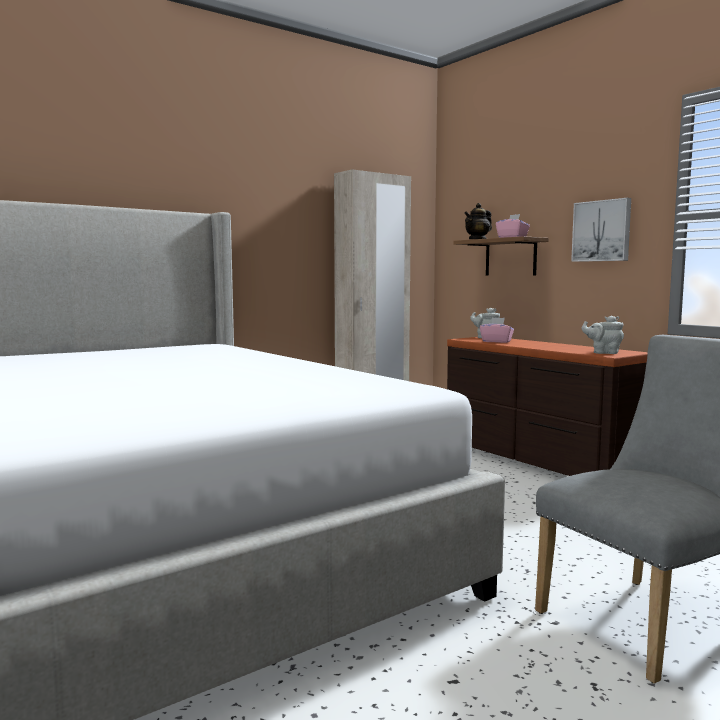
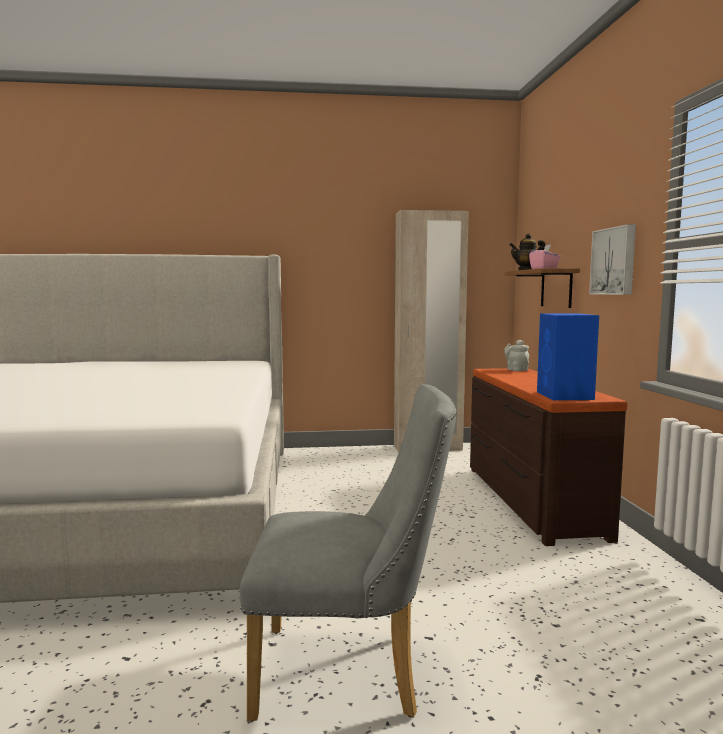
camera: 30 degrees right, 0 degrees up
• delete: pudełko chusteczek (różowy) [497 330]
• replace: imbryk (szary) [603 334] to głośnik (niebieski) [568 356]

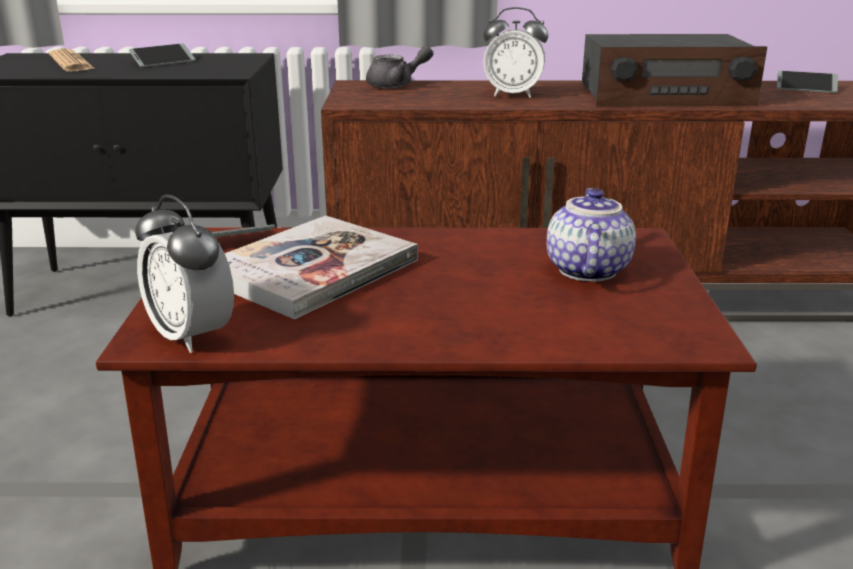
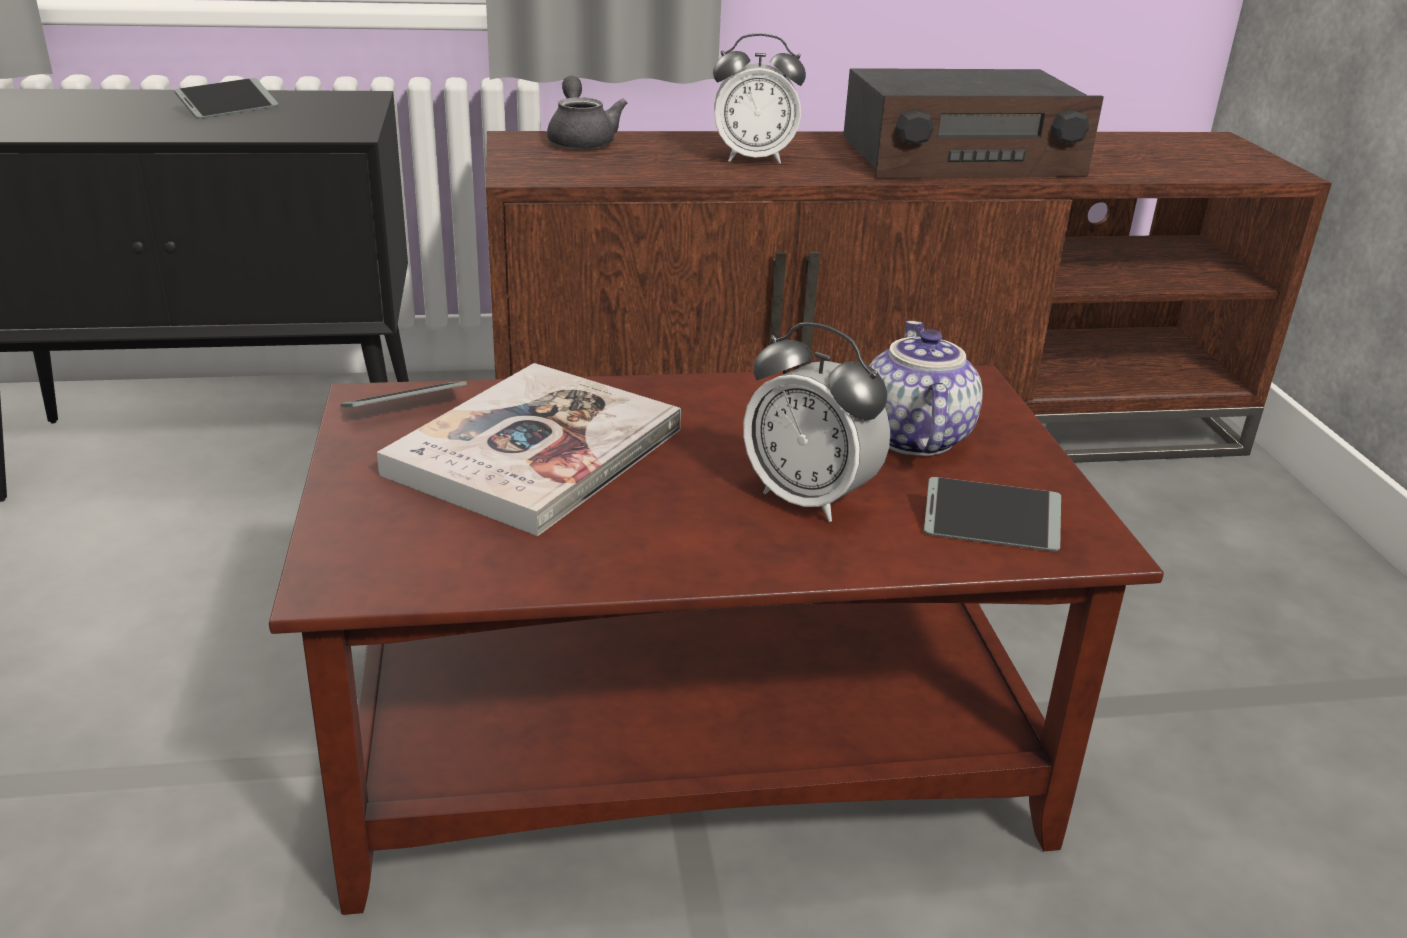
camera: 10 degrees left, 5 degrees up
• delete: gazeta [72 60]
• move: budzik [184 274] to [816 422]
• move: telefon [807 82] to [992 514]
• rotate: imbryk (szary) [399 67] = [587 112] 75 degrees counterclockwise

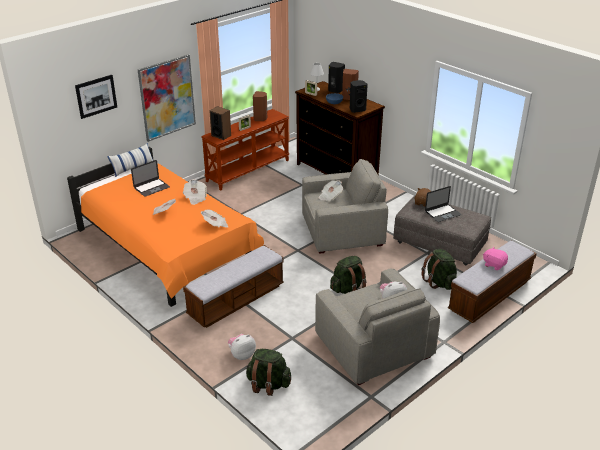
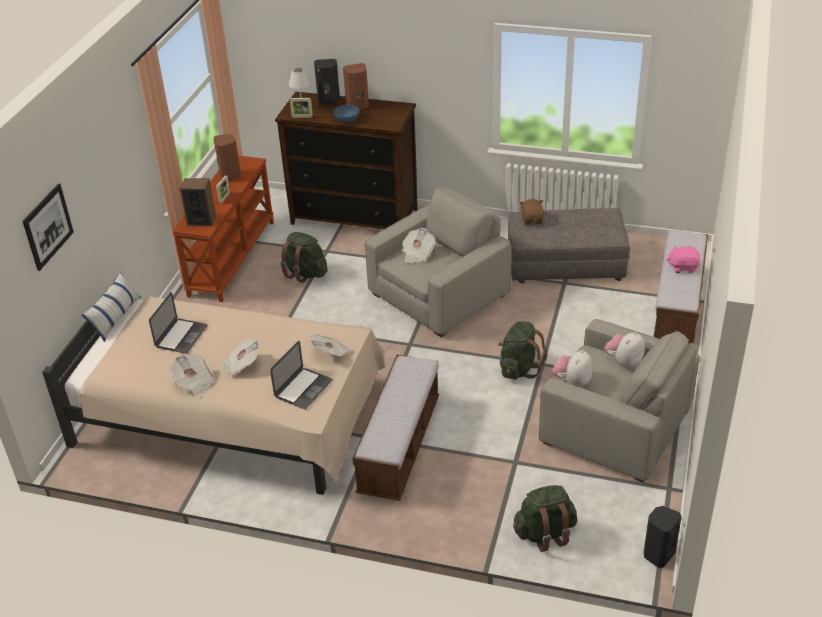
camera: 30 degrees left, 5 degrees up
• delete: obraz [167 98]
• move: gazeta [195 192] to [192 375]
• move: pluszak [242 347] to [572 368]
• move: głośnik (czarny) [359 96] to [663 537]
• move: plecak (zielony) [439 269] to [304 257]
• move: laptop [443 204] to [301 375]
• recolor: łóżko (pomarańczowy) [165 227] to łóżko (beżowy) [213 386]

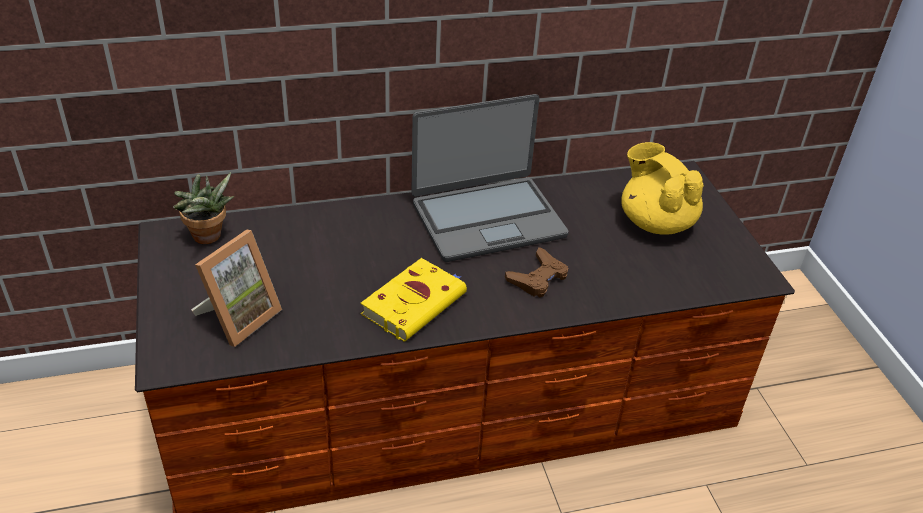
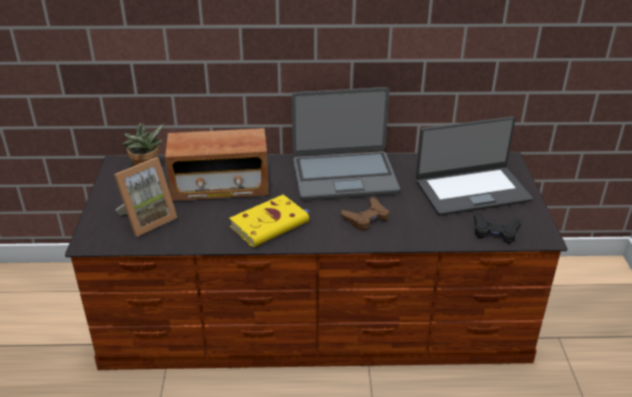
camera: 15 degrees right, 5 degrees down
• insert: radio [217 164]
• insert: pad do gier (czarny) [497 228]
• replace: imbryk (żółty) [662 188] to laptop [474 166]

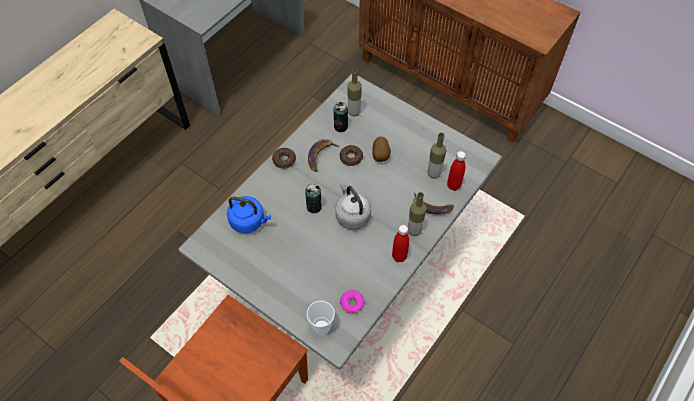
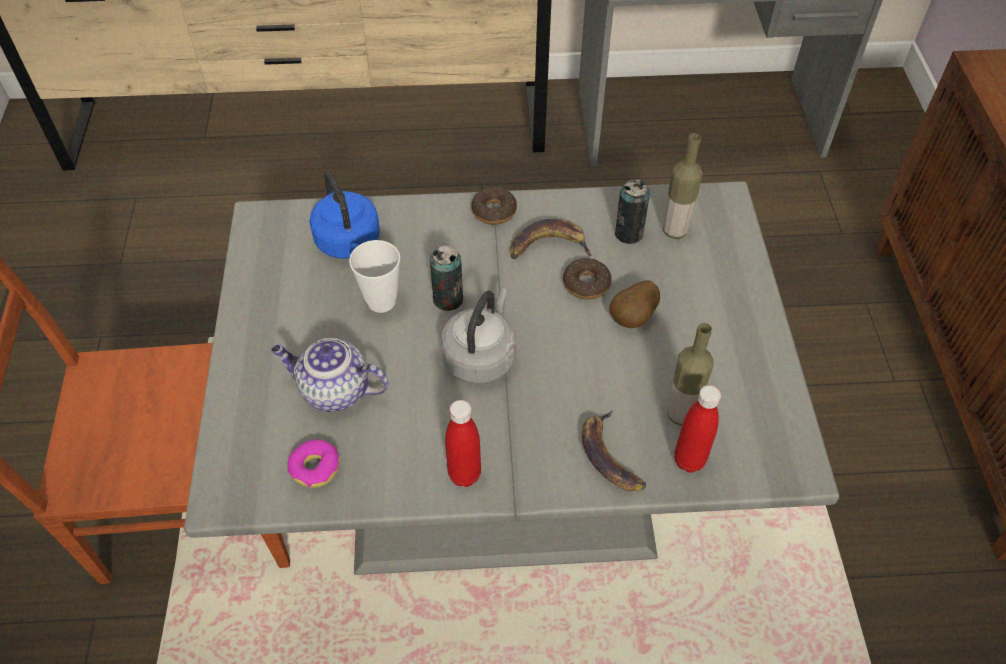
camera: 50 degrees right, 5 degrees down
• delete: butelka [417 214]
• insert: imbryk [329 375]
• move: filiżanka [321 318] to [374 276]

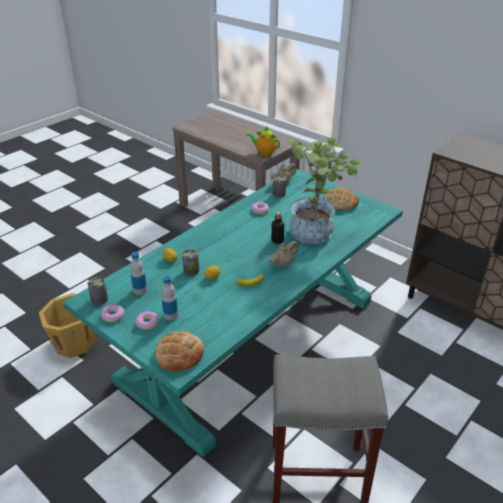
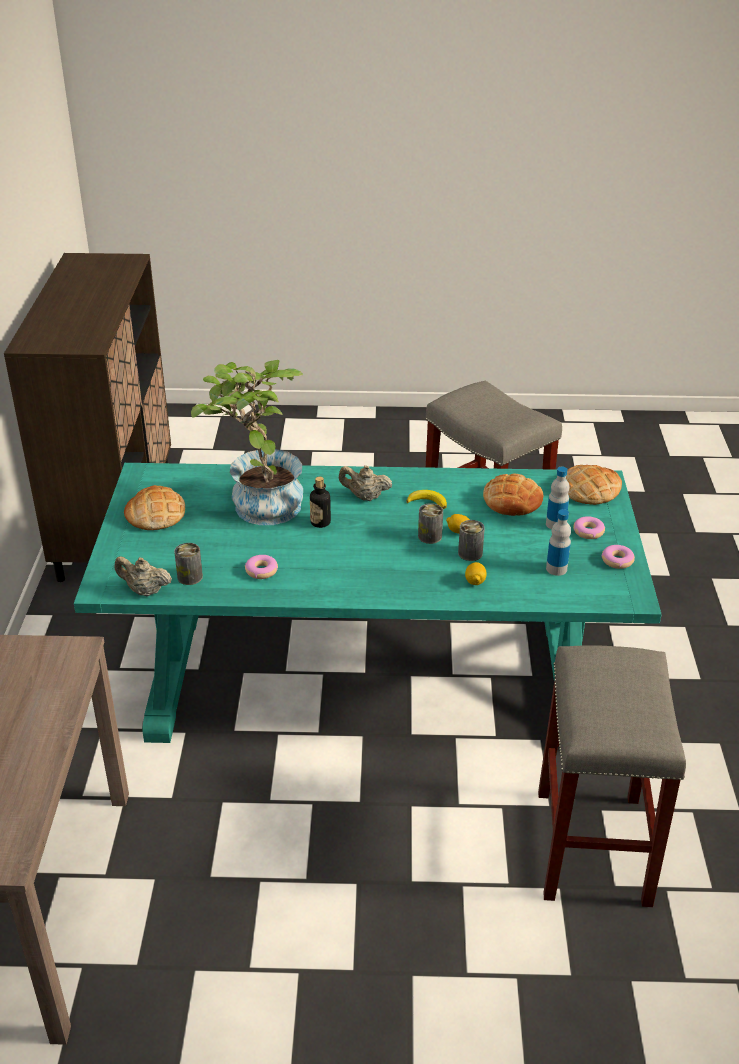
camera: 130 degrees left, 0 degrees up
• delete: imbryk [263 141]
• insert: chleb [513 494]
• move: puszka [97 291] to [430 523]
• replace: wiadro (pomarańczowy) [67 325] to stołek (szary) [612 776]

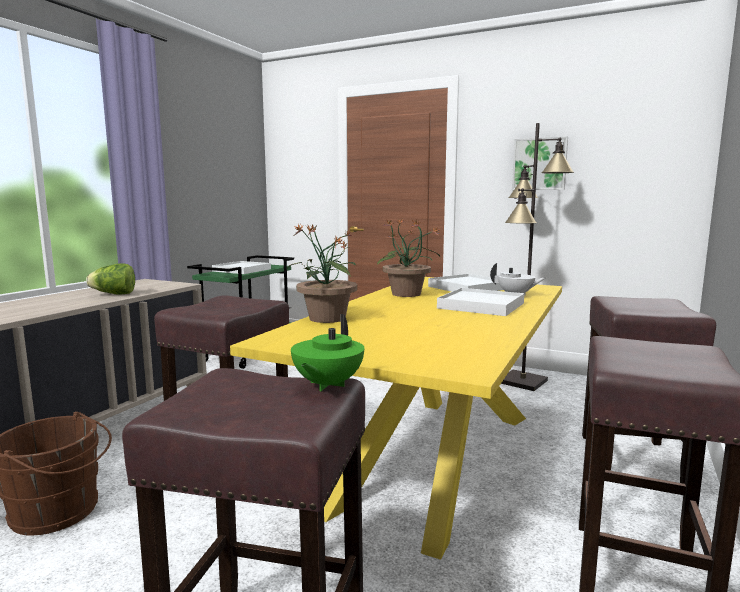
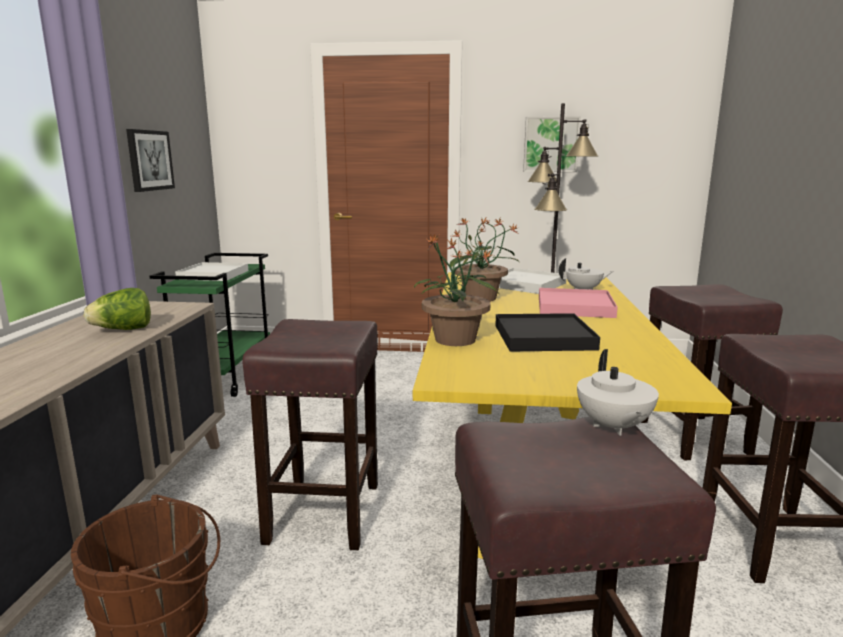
camera: 20 degrees left, 5 degrees up
• insert: obraz [150 160]
• insert: taca (czarny) [547 332]
• recolor: imbryk (zielony) [327 352] to imbryk (biały) [618 392]
• recolor: taca (biały) [480 302] to taca (różowy) [578 303]

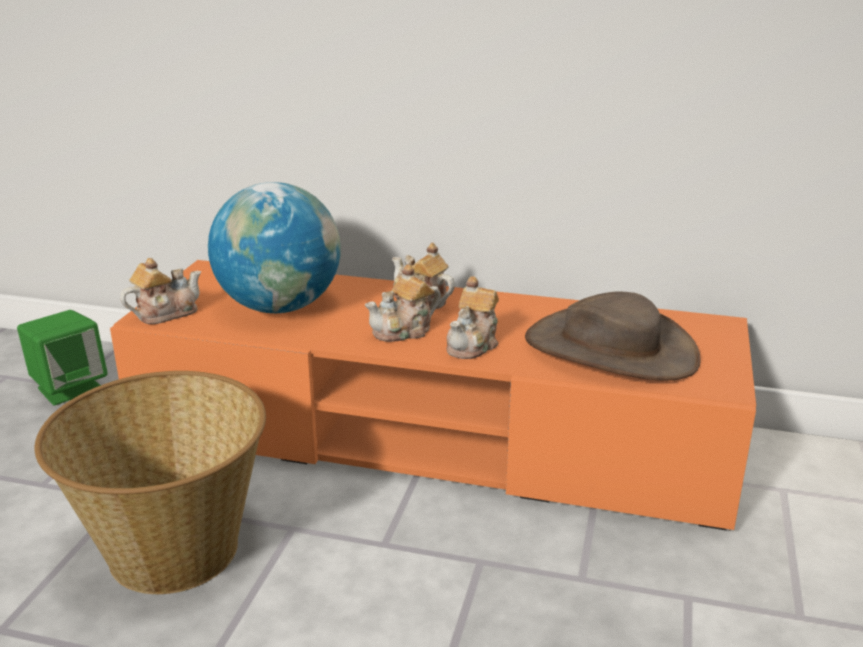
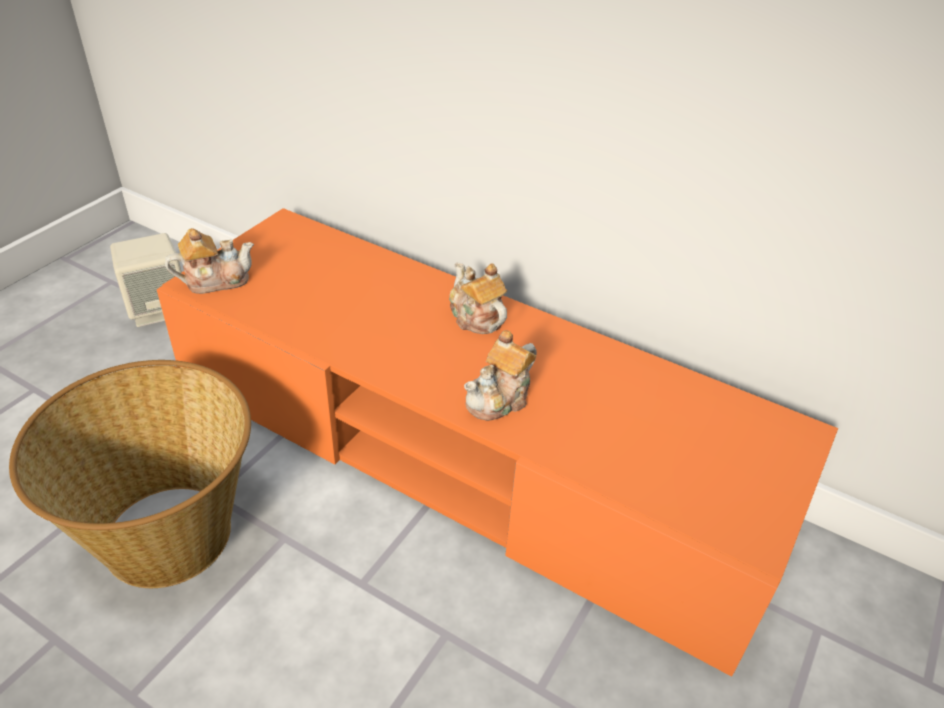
camera: 15 degrees right, 15 degrees up
• delete: globus [274 247]
• delete: imbryk [403 303]
• delete: kapelusz (brązowy) [613 336]
• recolor: głośnik (zielony) [62 358] to głośnik (beżowy) [146 280]

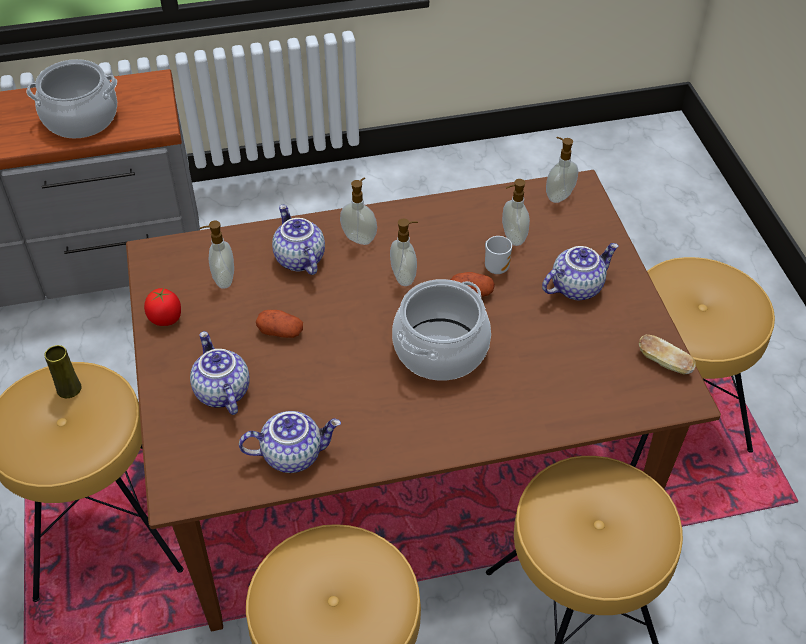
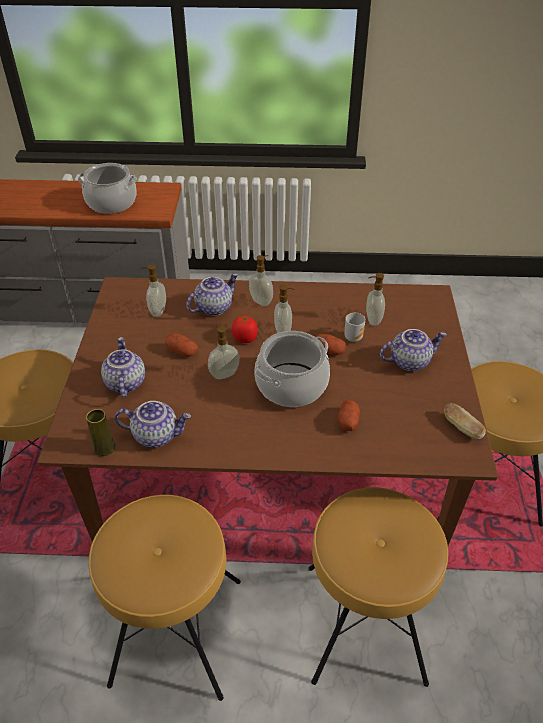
camera: 15 degrees right, 5 degrees down
• insert: ziemniak [349 415]
• move: wazon (żółty) [63 371] to [100 432]
• move: pomidor [162 306] to [245 329]
• move: dozownik mydła [562 170] to [224 351]
• rotate: imbryk [298 240] = [212 294] 60 degrees clockwise

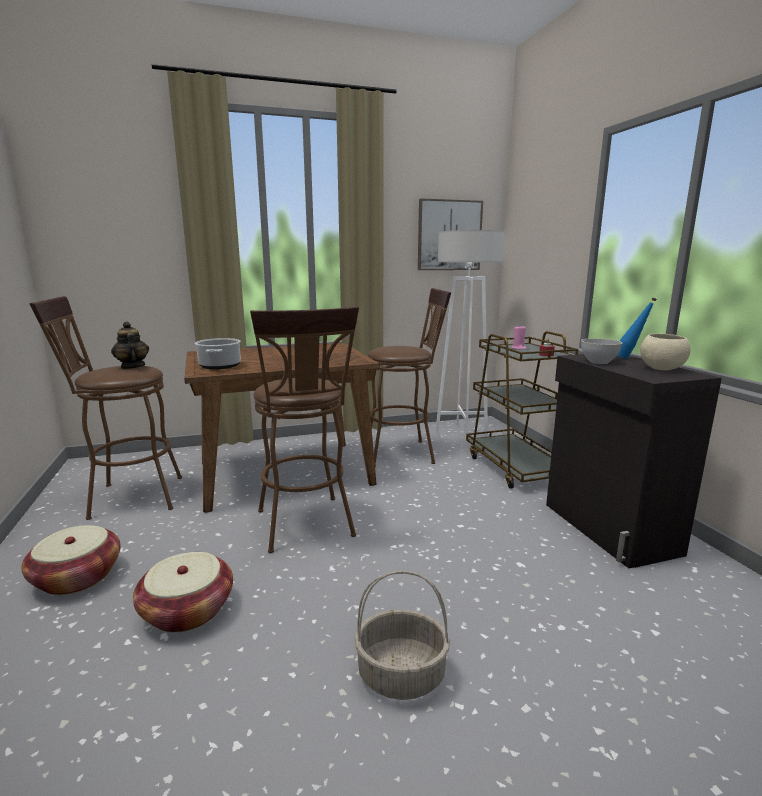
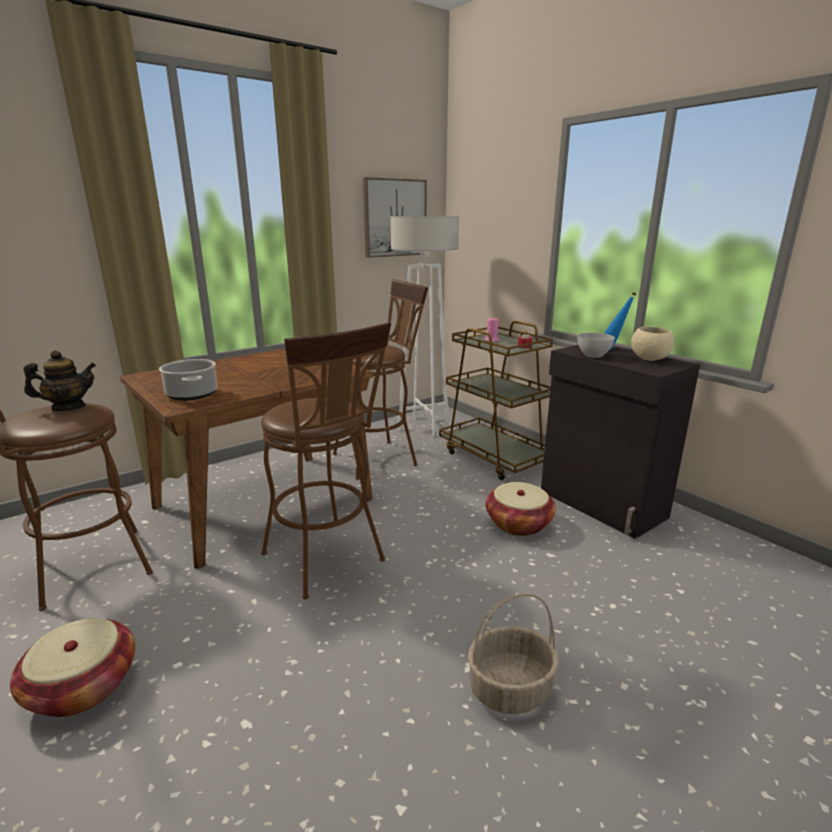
camera: 20 degrees left, 5 degrees up
• move: koszyk [183 592] to [521 509]
• rotate: imbryk [130 345] = [59 380] 120 degrees clockwise

